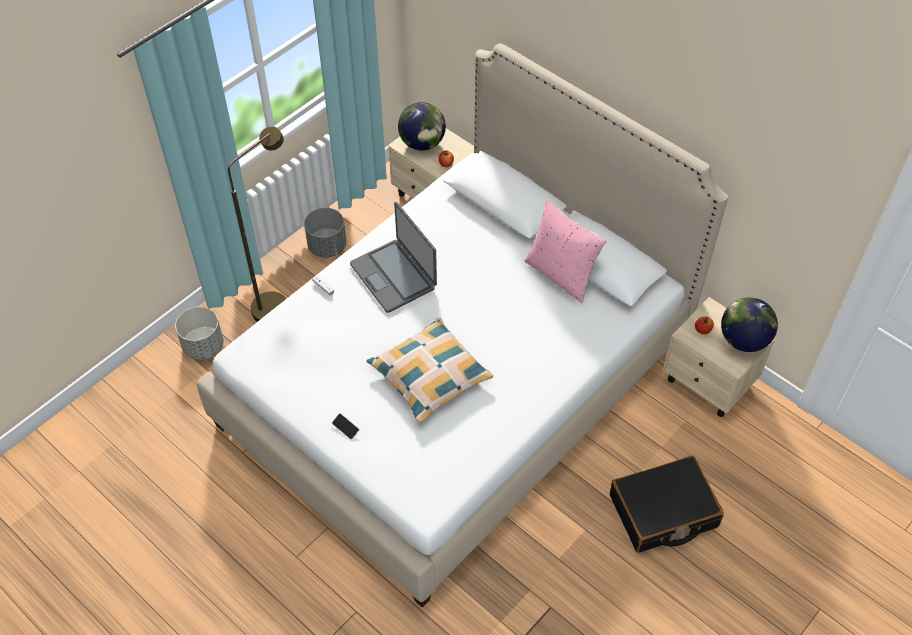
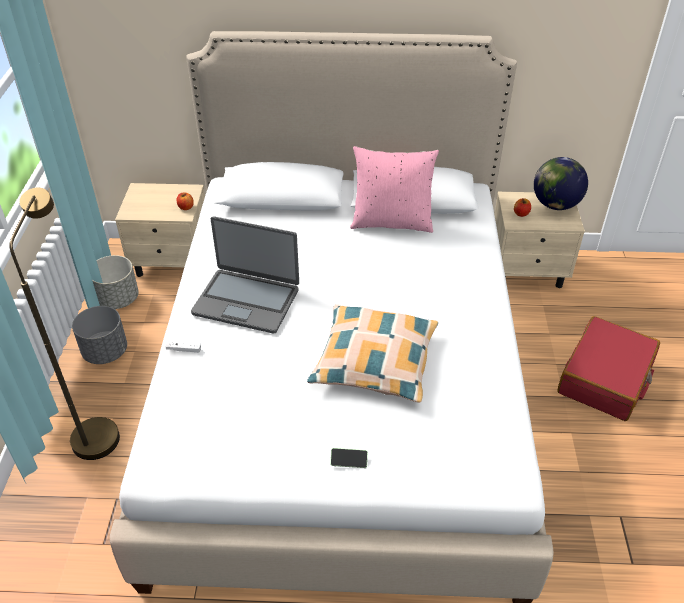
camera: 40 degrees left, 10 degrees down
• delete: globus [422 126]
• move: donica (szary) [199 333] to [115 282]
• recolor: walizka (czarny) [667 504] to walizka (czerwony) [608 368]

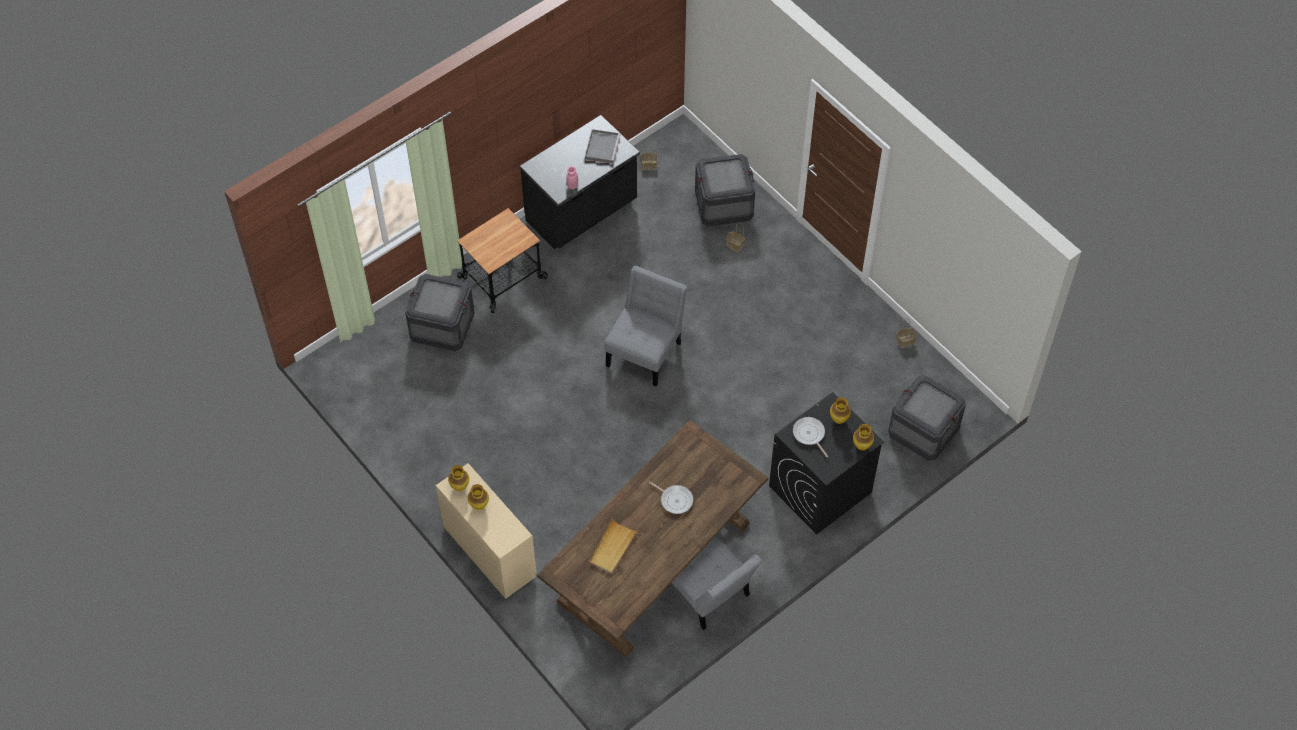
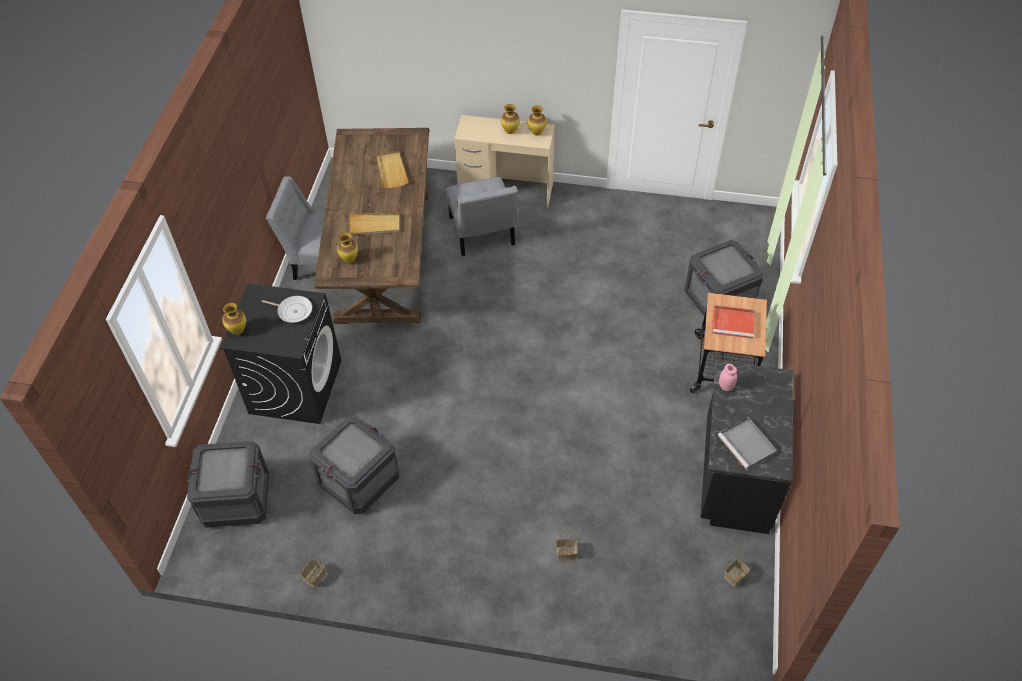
camera: 140 degrees right, 5 degrees down
• insert: taca (czerwony) [733 322]
• move: krzesło (szary) [645 326] to [482 216]
• move: skrzynka [725 190] to [354 465]
• move: wazon [840 410] to [347 247]
• replace: patelnia [671 497] to taca (beżowy) [375 223]

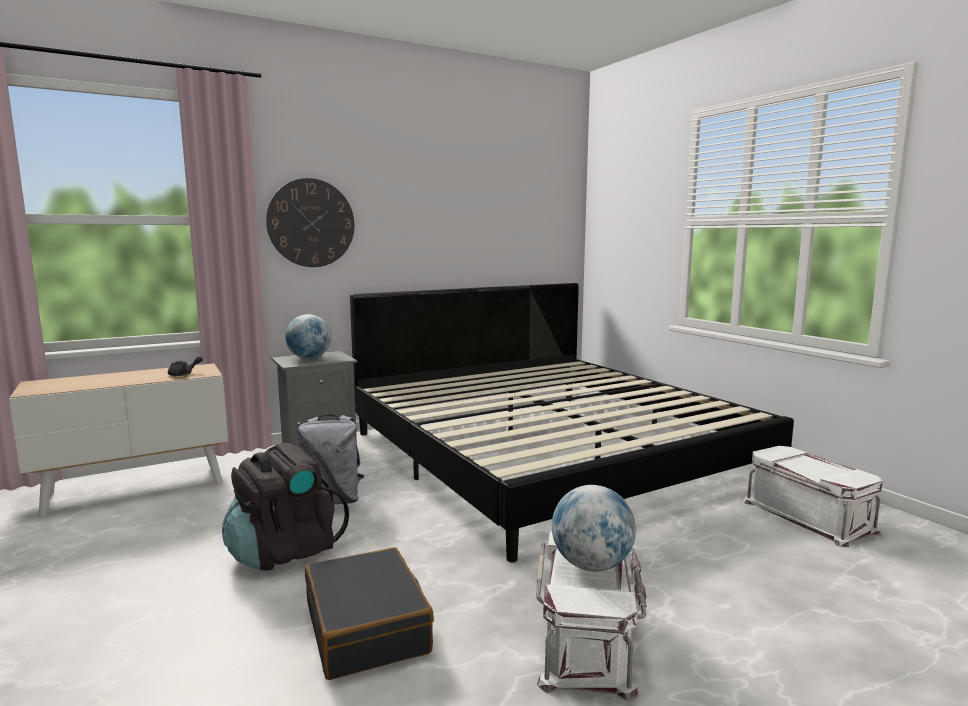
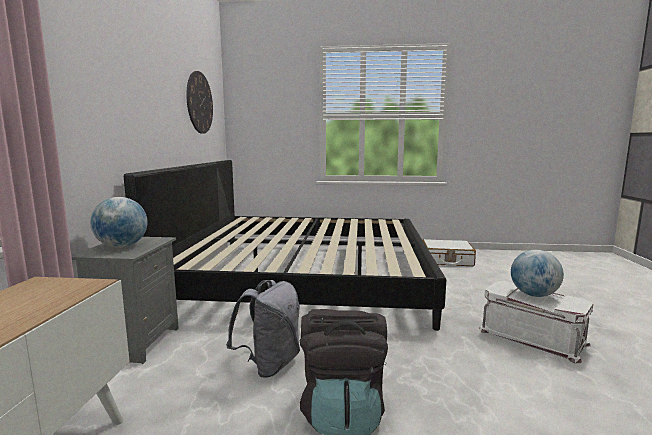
camera: 55 degrees left, 0 degrees up
• delete: imbryk (szary) [185 366]
• delete: walizka (czarny) [369 613]
• move: zegar ścienny [310 222] to [199 102]
• replace: pojemnik do przechowywania (biały) [813 496] to walizka (biały) [449 252]

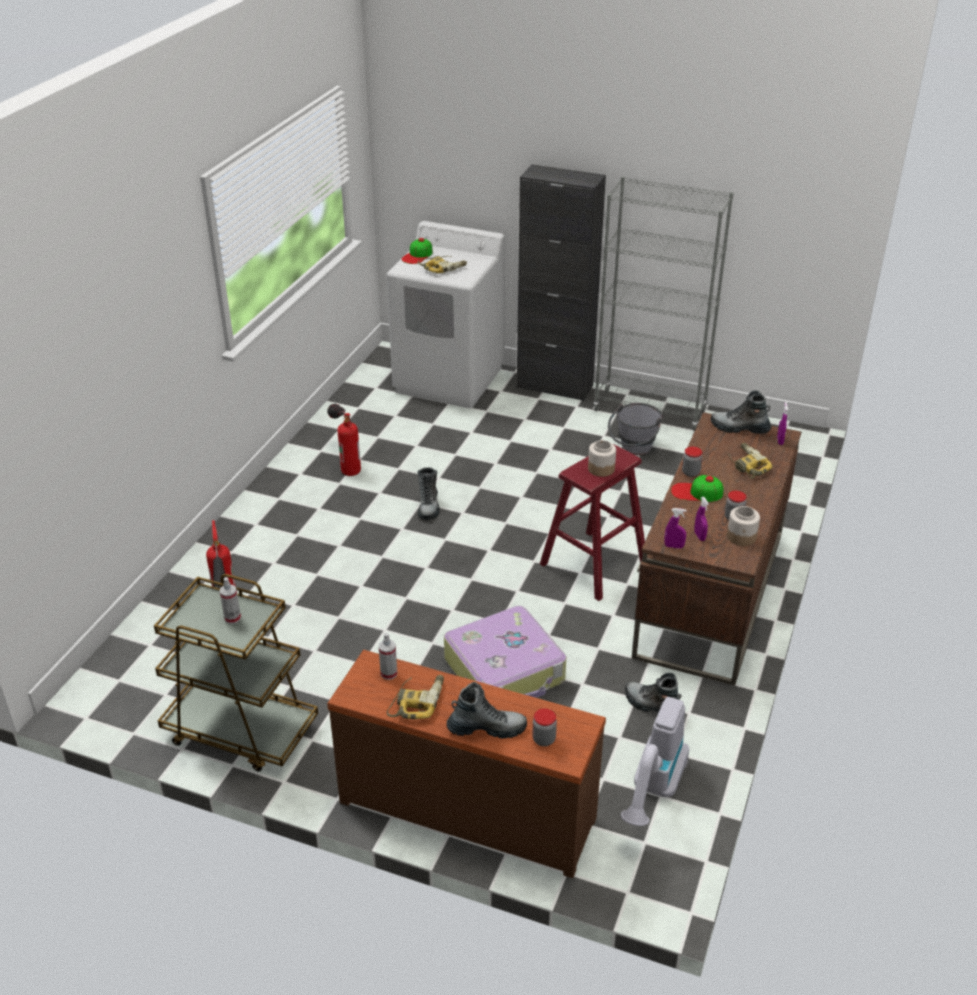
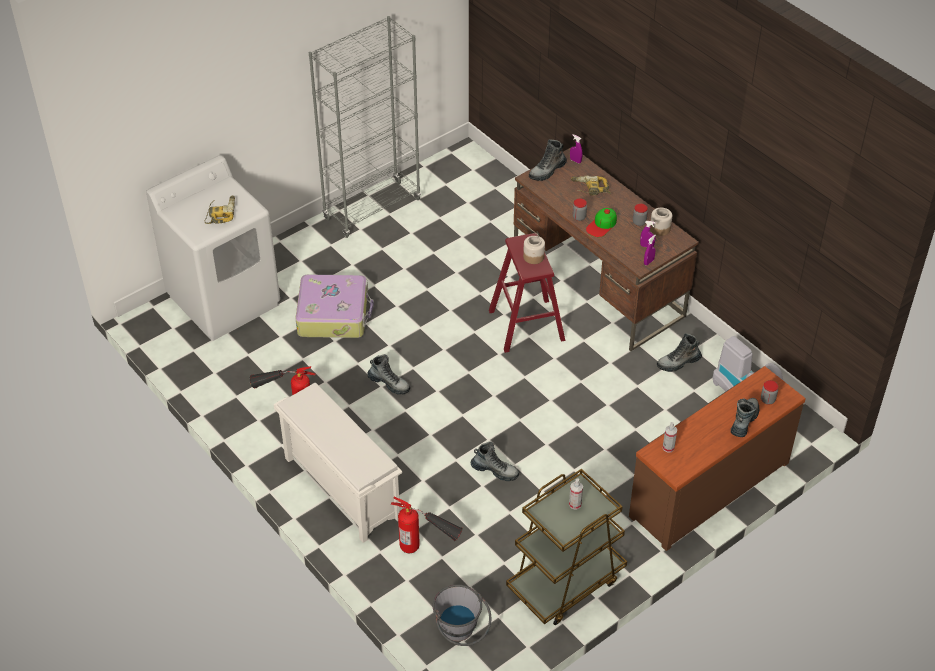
camera: 60 degrees left, 10 degrees up
• delete: wiertarka [415 697]
• delete: czapka z daszkiem [417 251]
• delete: szafka (czarny) [561 282]
• insert: regał na buty (biały) [338 463]
• insert: but z cholewką [495 461]
• move: walizka [505 652] to [334 306]
• move: wiadro (szary) [635 429] to [462 615]

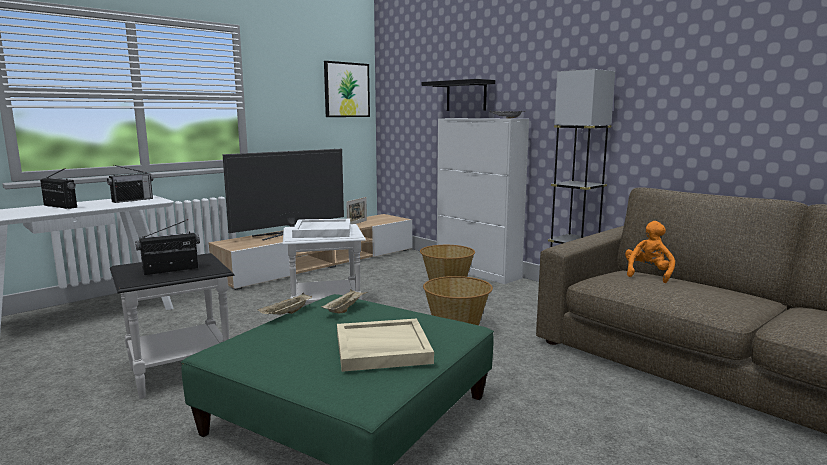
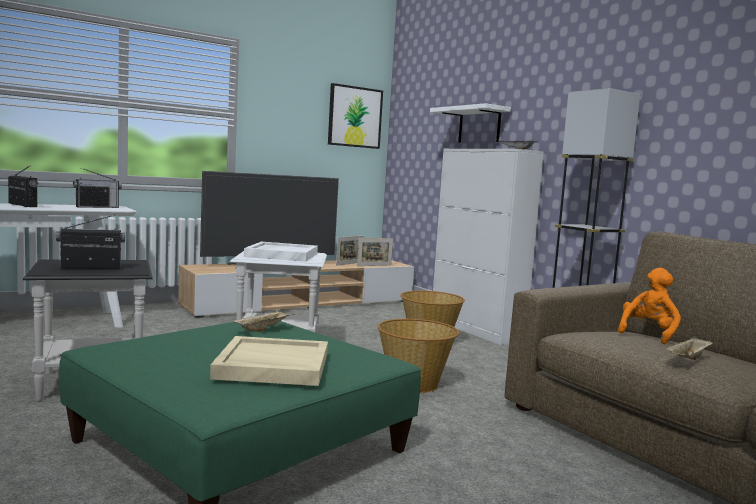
camera: 10 degrees right, 5 degrees down
• insert: ramka na zdjęcie [375 252]
• move: taca (beżowy) [284 304] to [689 348]
• recolor: półka (czarny) [458 95] to półka (biały) [470 122]

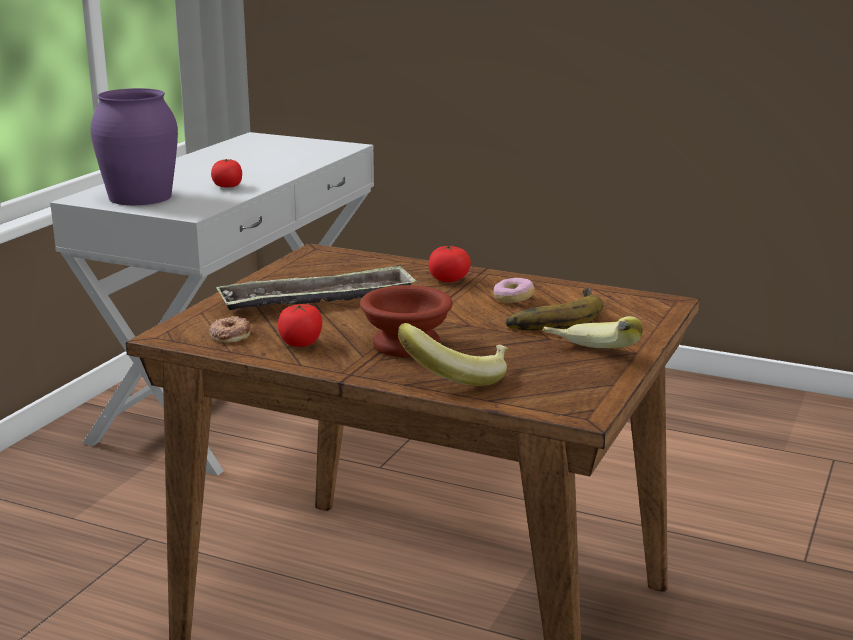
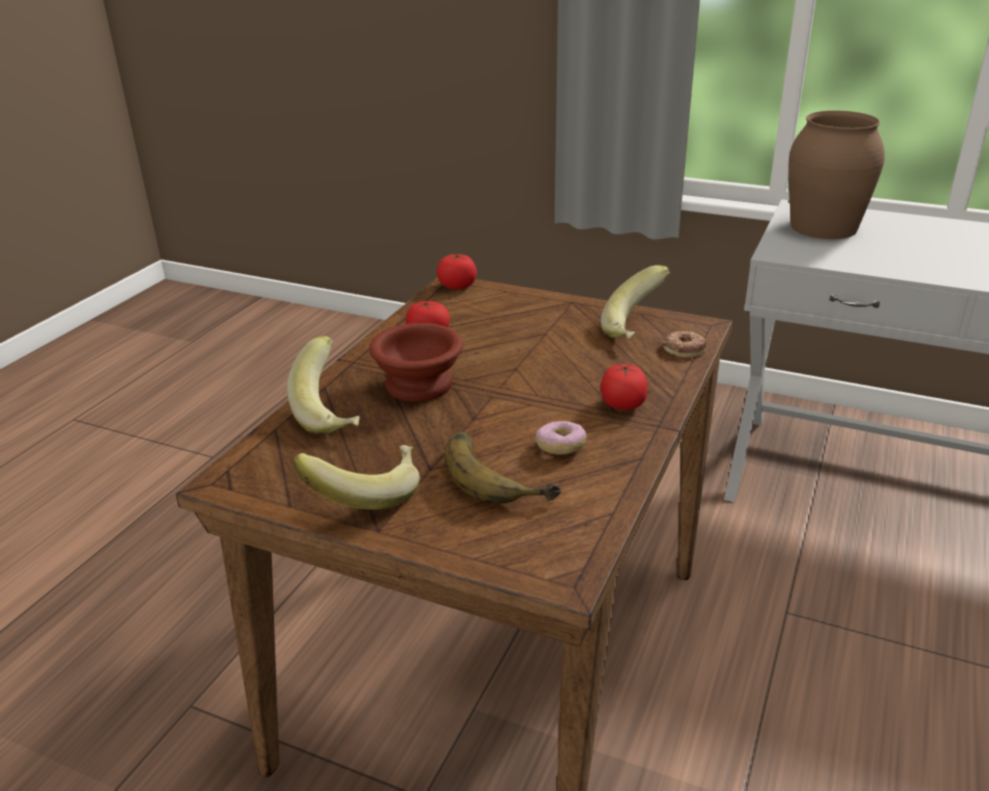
camera: 90 degrees right, 10 degrees up
• delete: taca [316 287]
• insert: banan [635 302]
• move: donut [230 329] to [684 344]
• move: pomidor [226 173] to [457 271]
• recolor: wazon (fioletowy) [134 146] to wazon (brązowy) [837 174]

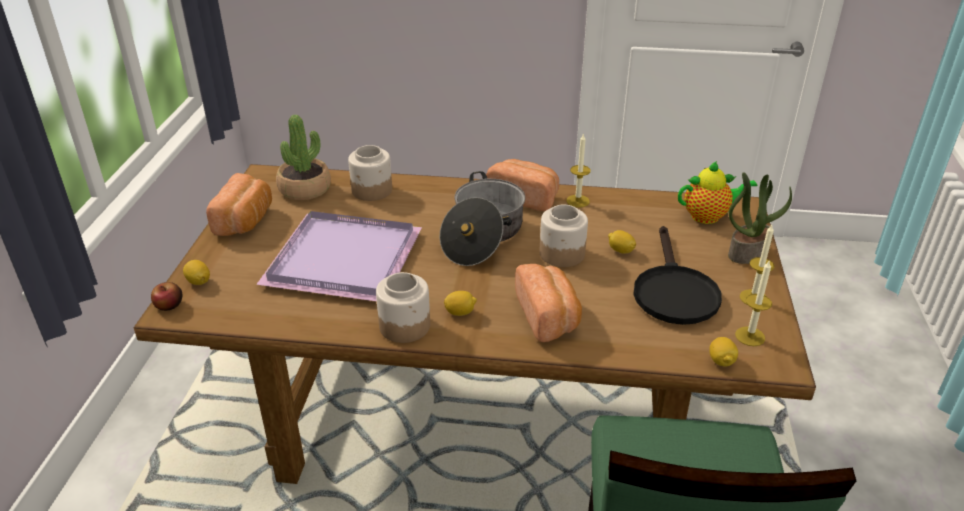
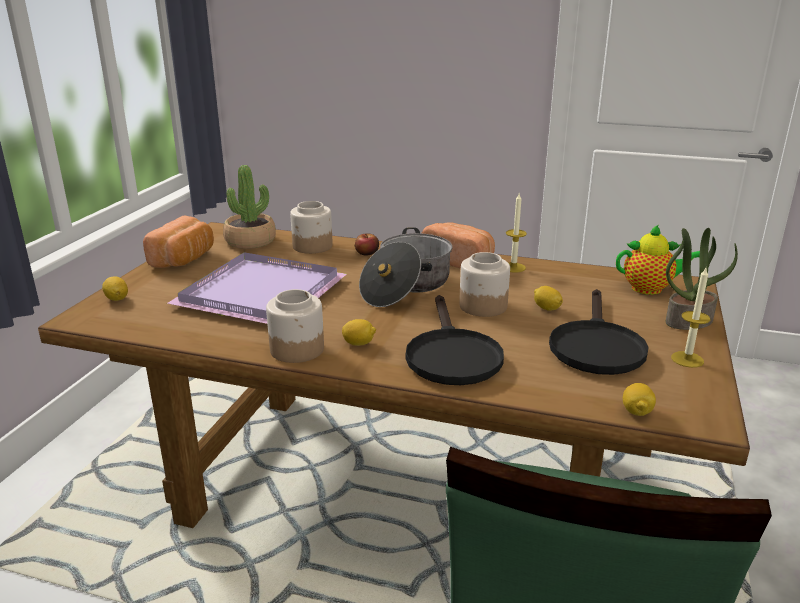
camera: 10 degrees right, 10 degrees down
• delete: świeca [753 303]
• move: jabłko [167 296] to [367 245]
• replace: chleb [548 303] to patelnia (czarny) [455 340]

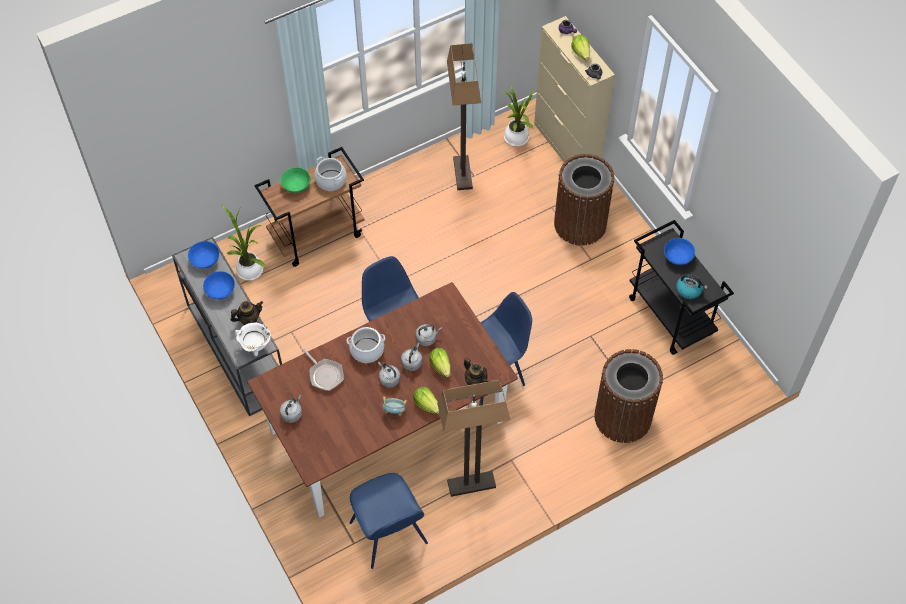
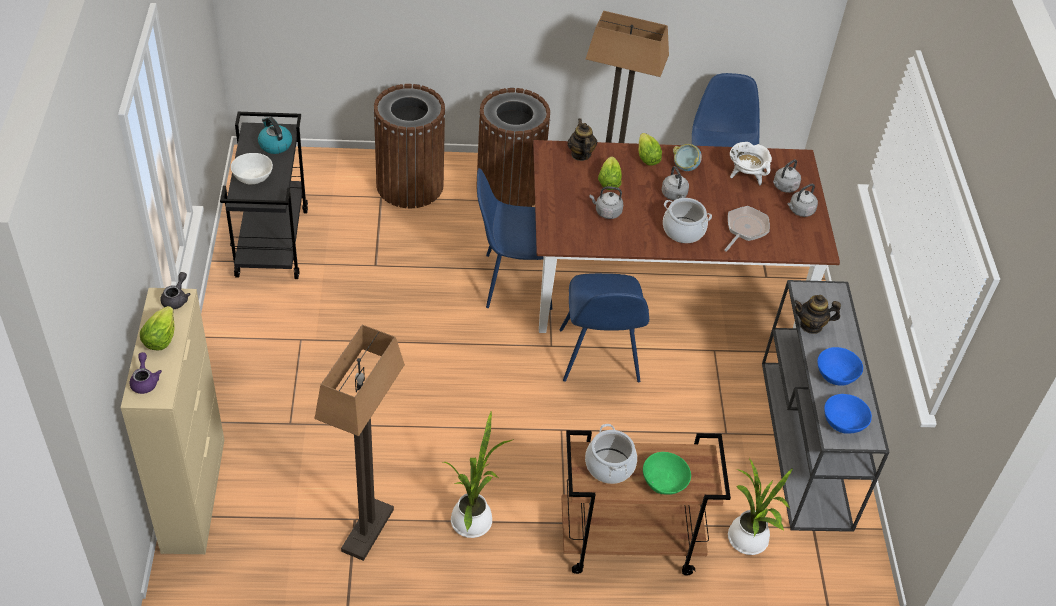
camera: 155 degrees left, 10 degrees down
• move: garnek (biały) [253 339] to [751 163]
• move: czajnik (szary) [411 357] to [787 176]
• move: roślina doniczkowa [518 115] to [478 474]
• move: kosz na śmieci (brązowy) [584 200] to [513 147]
• recolor: miska (niebieski) [679 251] to miska (biały) [252 168]
• rotate: patelnia [323 370] = [747 229] 45 degrees clockwise

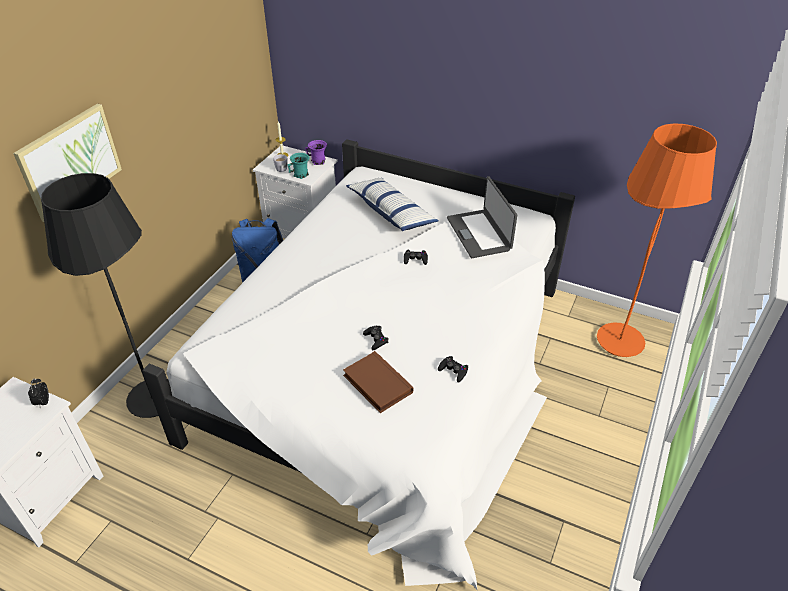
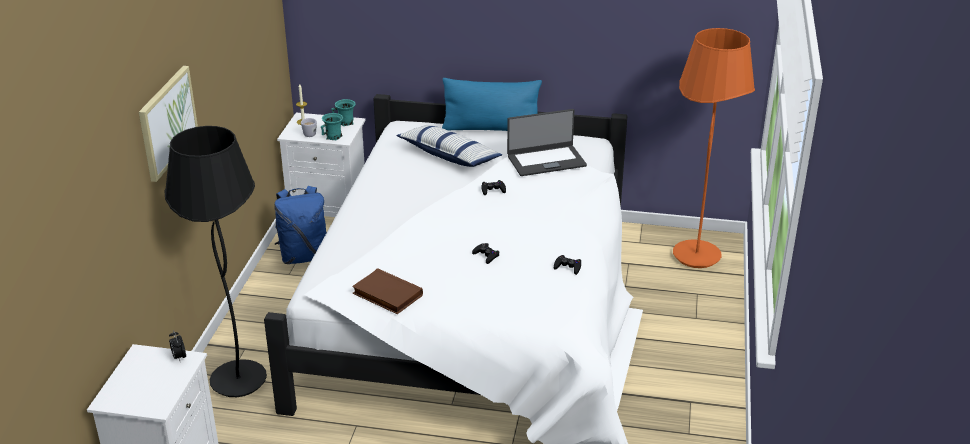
camera: 15 degrees left, 10 degrees down
• insert: poduszka (niebieski) [492 104]
• move: książka (brązowy) [378 382] to [387 291]
• recolor: kubek (fioletowy) [316 152] to kubek (turkusowy) [343 112]
• rotate: laptop [482 217] = [547 142] 75 degrees counterclockwise

